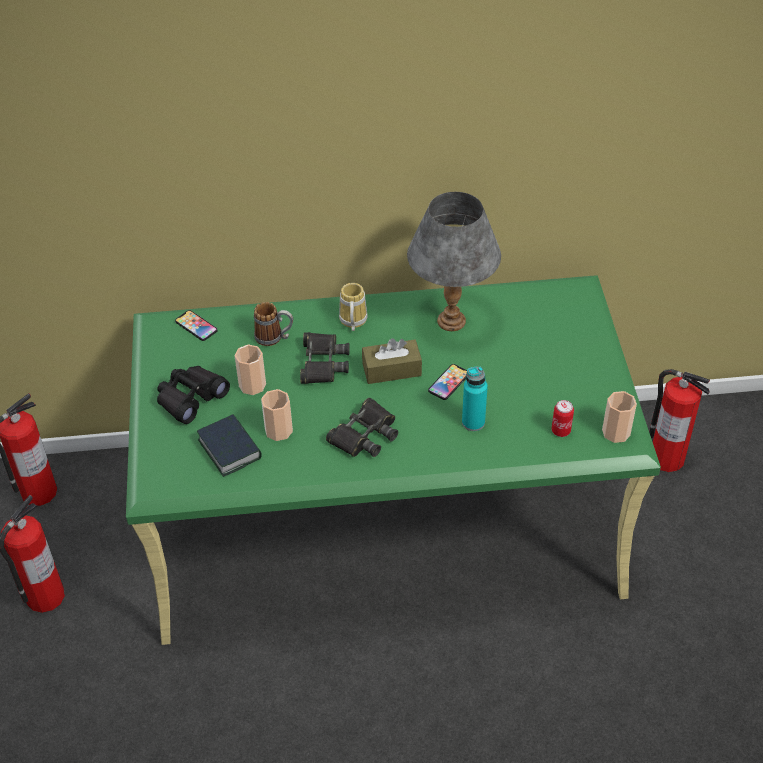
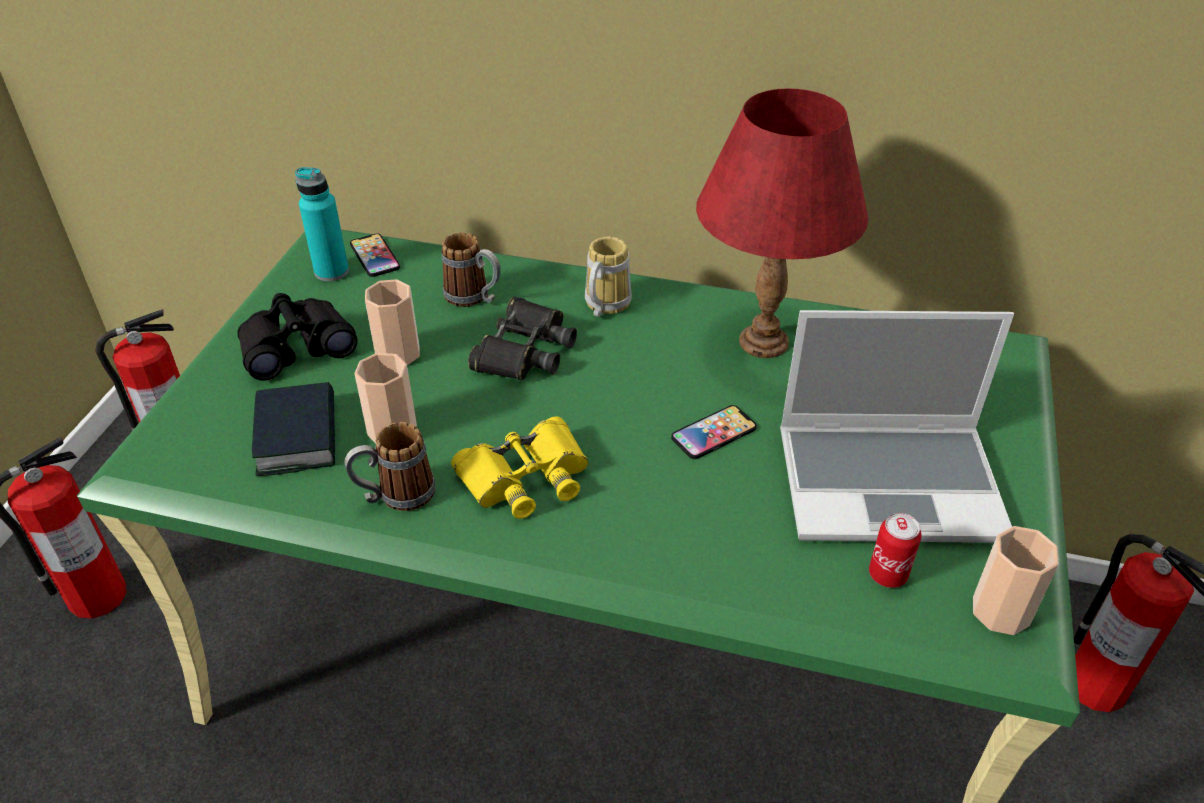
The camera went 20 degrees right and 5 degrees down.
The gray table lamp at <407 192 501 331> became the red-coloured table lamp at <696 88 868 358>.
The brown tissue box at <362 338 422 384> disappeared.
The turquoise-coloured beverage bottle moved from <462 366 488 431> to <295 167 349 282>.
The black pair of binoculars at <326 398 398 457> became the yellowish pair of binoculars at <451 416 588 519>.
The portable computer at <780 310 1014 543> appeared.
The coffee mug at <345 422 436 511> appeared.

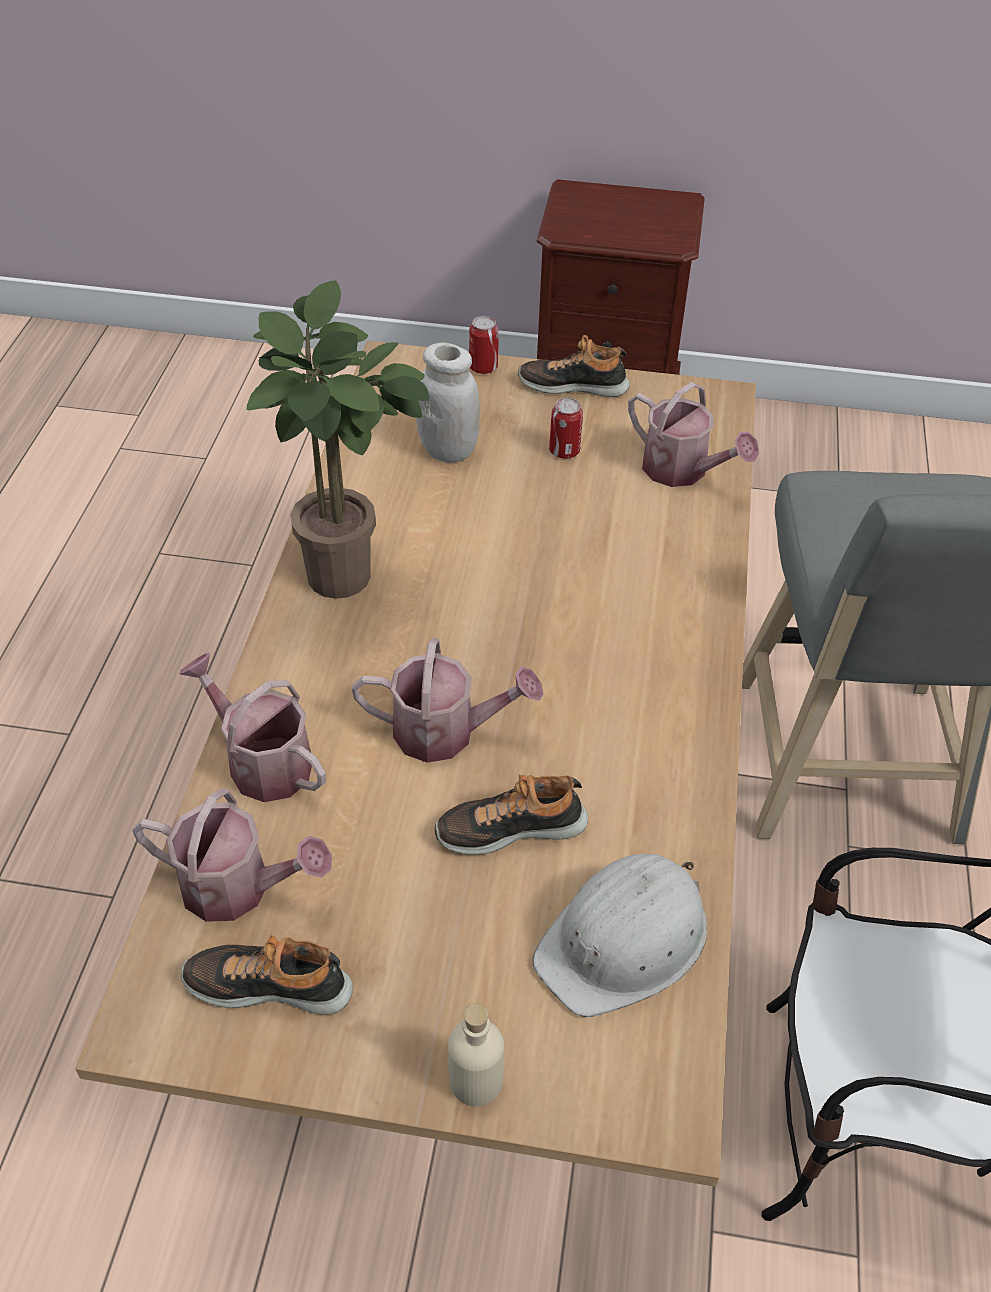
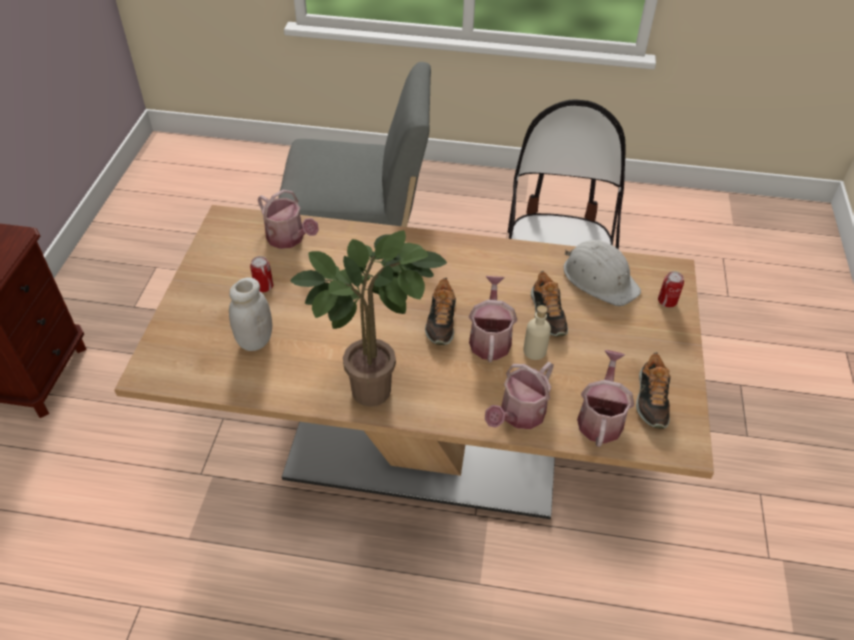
The camera went 90 degrees left and 0 degrees up.
The can moved from <469 316 499 374> to <658 271 684 307>.
The item of footwear moved from <518 335 630 397> to <425 278 456 345>.
The watering pot at <628 382 759 487> turned 90 degrees clockwise.
The sand-coloured beverage bottle moved from <448 1003 504 1106> to <523 305 551 360>.

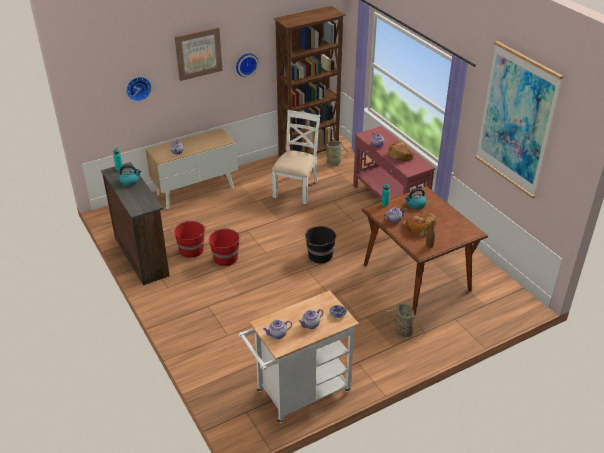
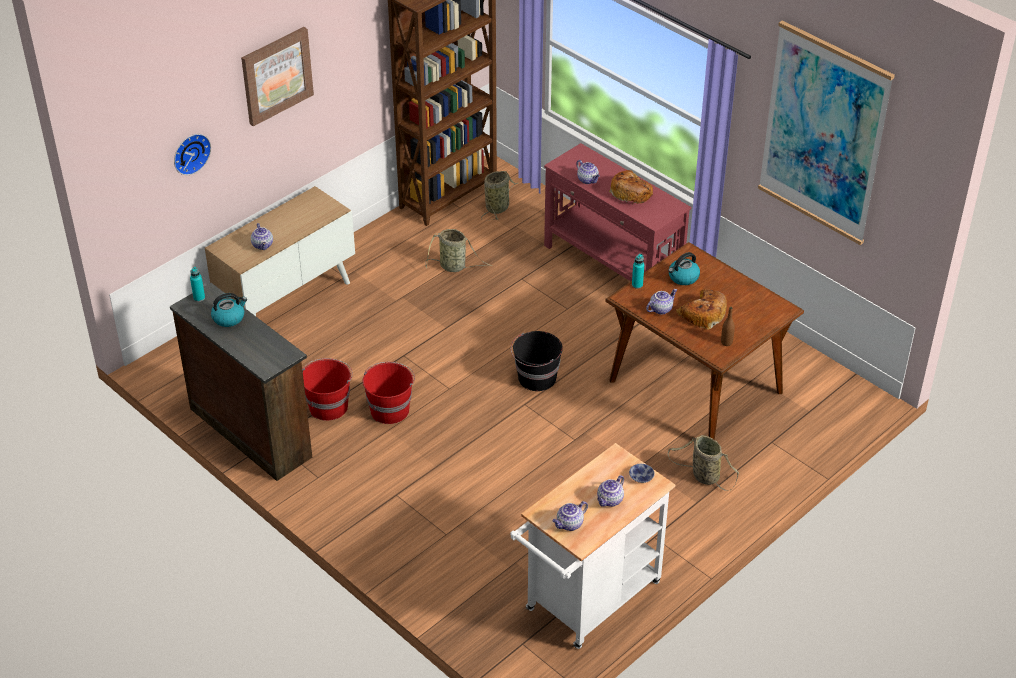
The camera went 15 degrees left and 5 degrees up.
The clock on the wall at <236 53 259 77> disappeared.
The white plain chair at <272 110 320 204> was replaced by the household basket at <425 229 492 272>.

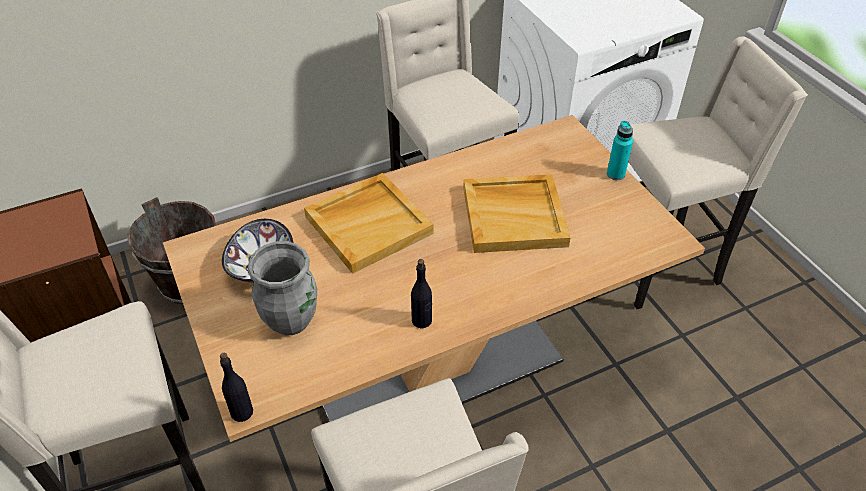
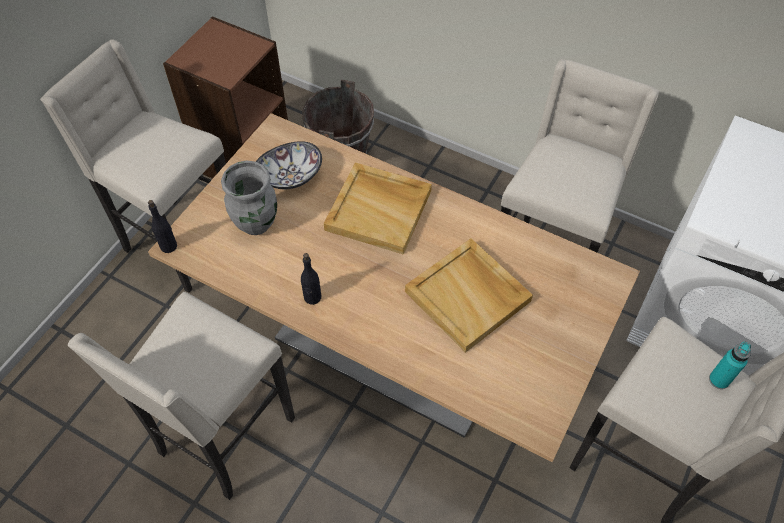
The camera went 55 degrees right and 10 degrees up.
The turquoise-coloured beverage bottle moved from <607 121 633 180> to <709 342 751 389>.

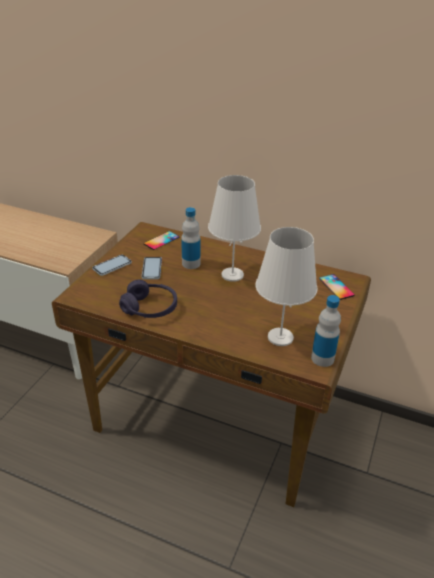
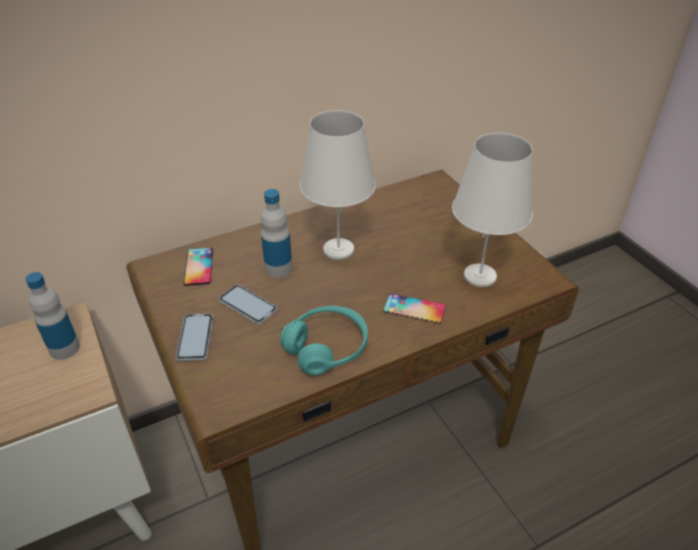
The camera went 50 degrees left and 5 degrees up.
The phone moved from <319 274 355 300> to <383 293 446 324>.
The purple-coloured headphones at <119 280 177 318> became the turquoise-coloured headphones at <280 306 368 375>.
The beverage bottle moved from <311 295 341 367> to <25 272 80 360>.

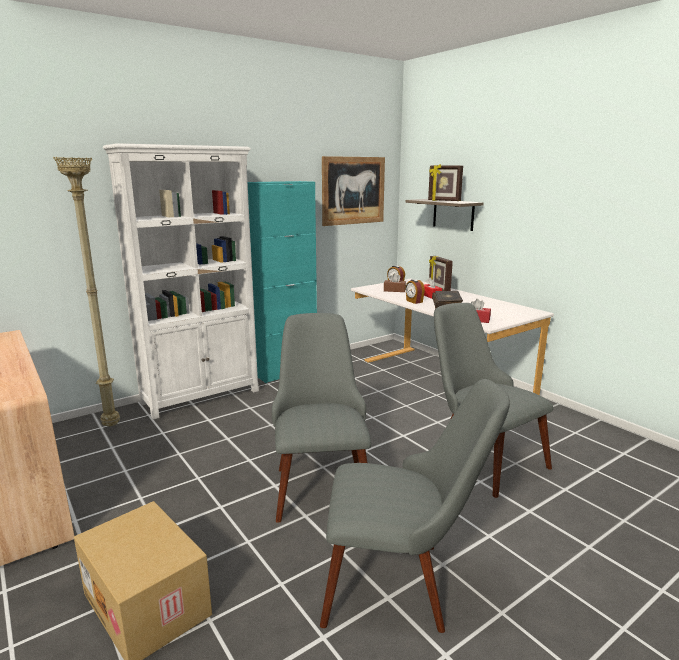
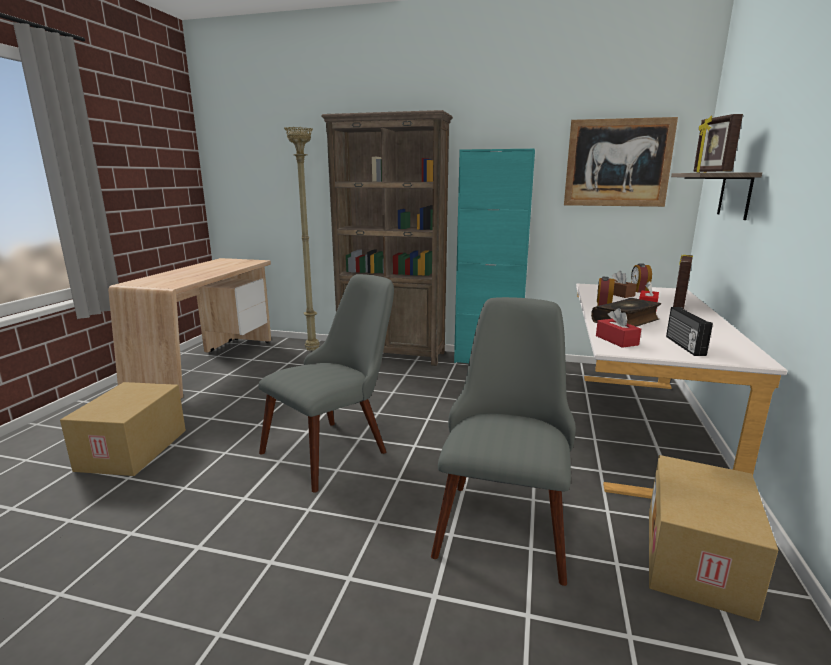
The camera went 50 degrees right and 0 degrees up.
The white shelving unit at <103 143 259 419> became the brown shelving unit at <321 110 453 366>.
The gray plain chair at <320 379 510 633> disappeared.
The radio at <666 307 713 356> appeared.
The cardboard box at <649 455 778 621> appeared.

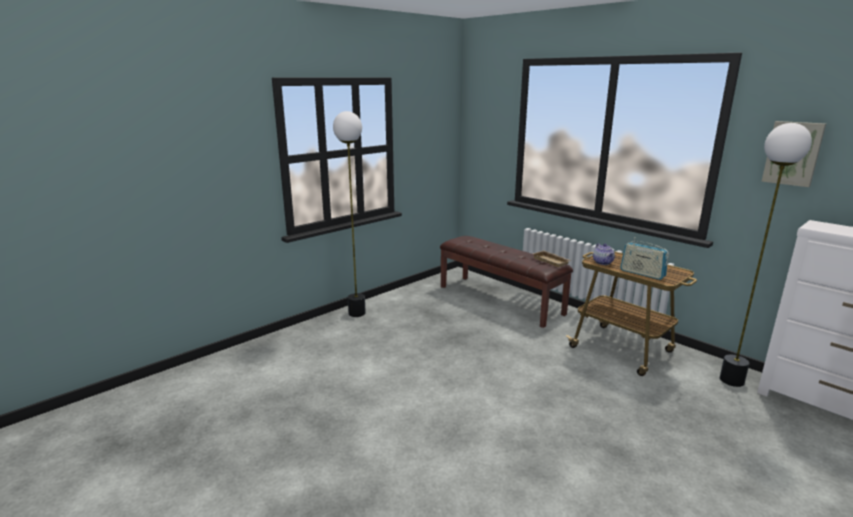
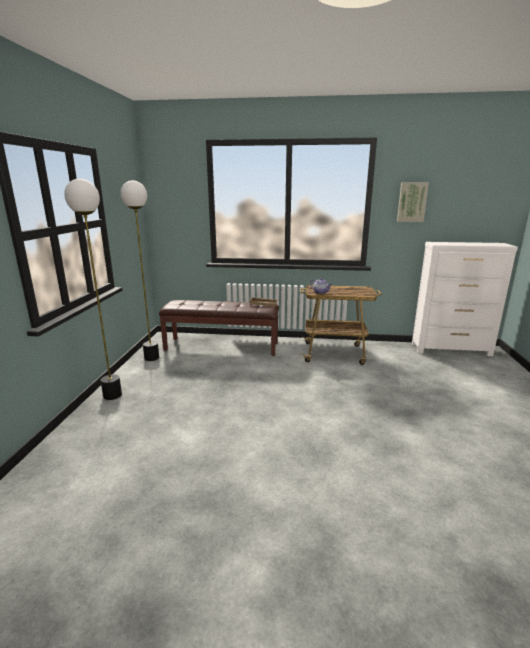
The camera went 40 degrees left and 0 degrees up.
The floor lamp moved from <720 123 812 387> to <121 180 159 361>.
The radio at <620 237 669 280> disappeared.

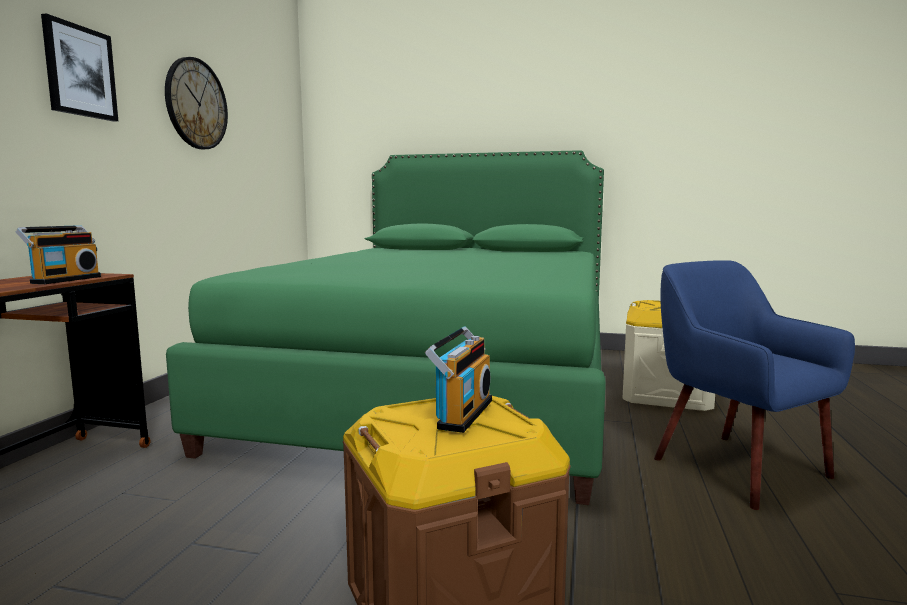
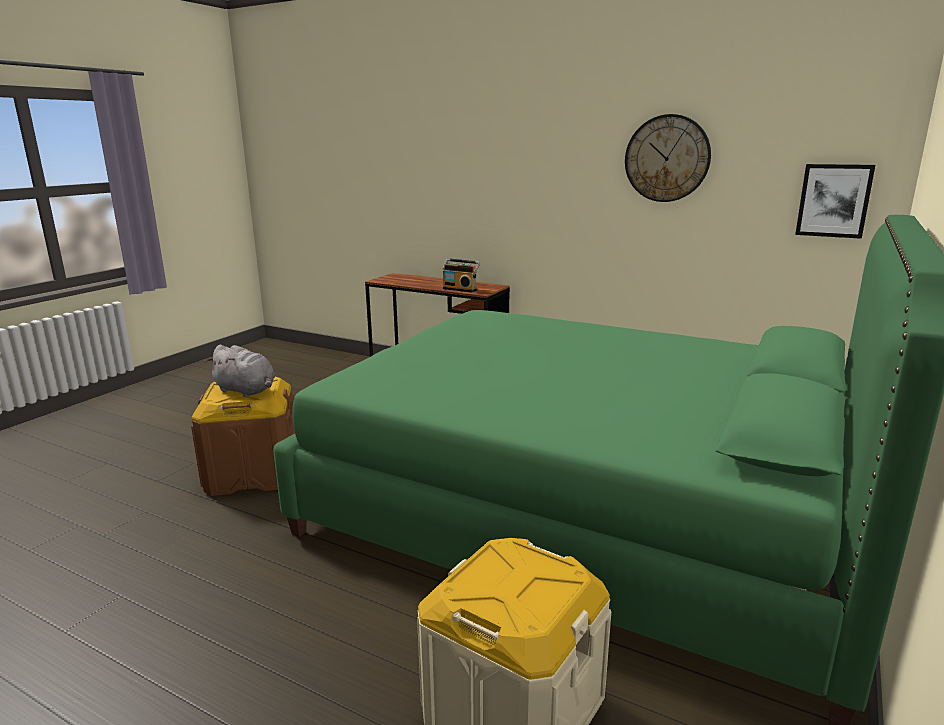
The camera went 105 degrees right and 10 degrees up.
The picture moved from <41 13 118 122> to <795 164 875 239>.
The blue armchair at <654 260 855 510> disappeared.
The radio at <425 326 492 433> was replaced by the gray soft toy at <206 345 275 397>.

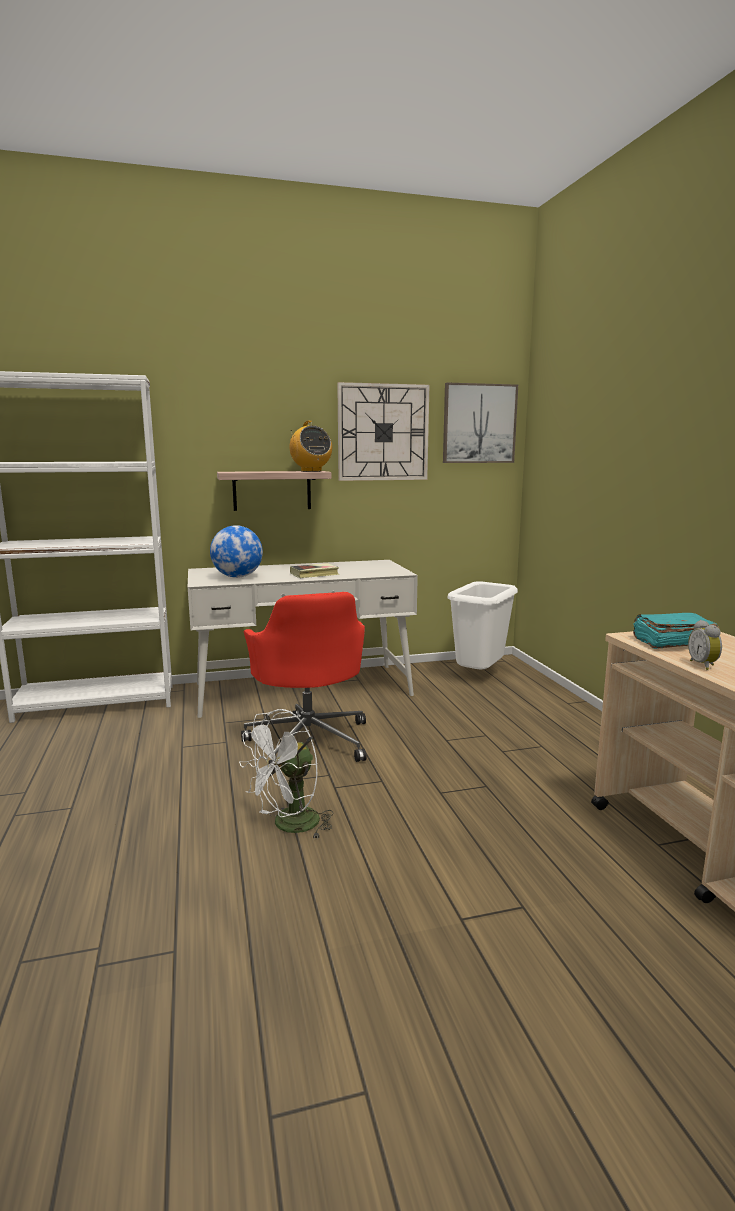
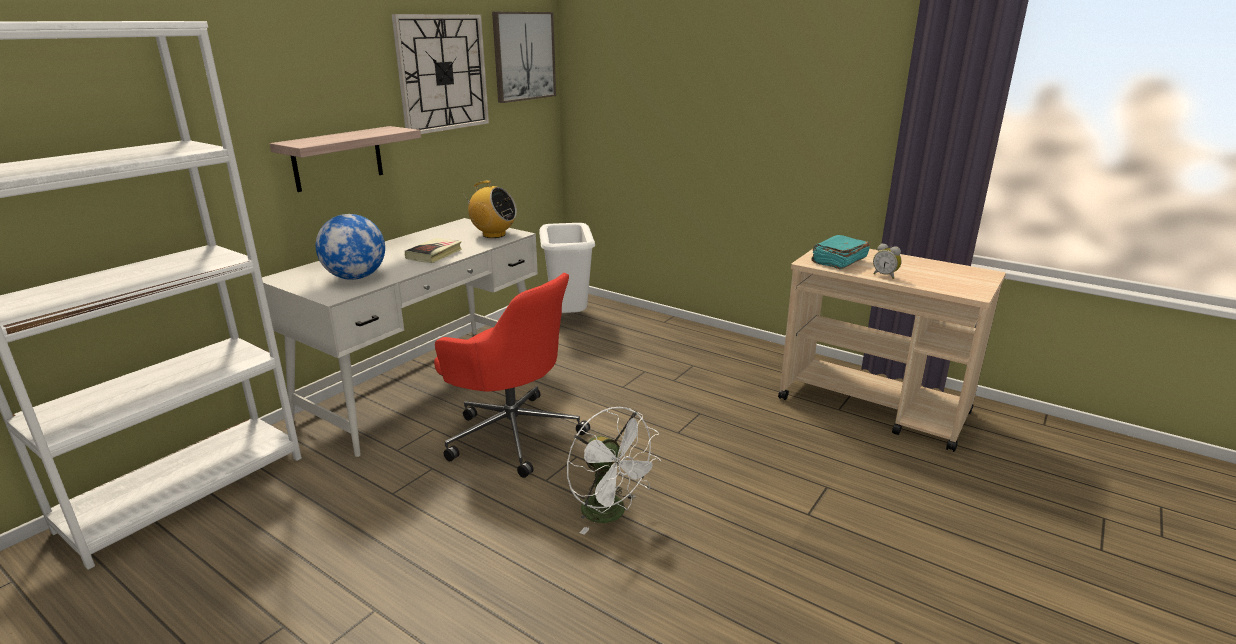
The camera went 40 degrees left and 10 degrees up.
The radio moved from <289 421 332 472> to <463 181 517 238>.
The white fan at <239 709 334 840> turned 45 degrees counterclockwise.

